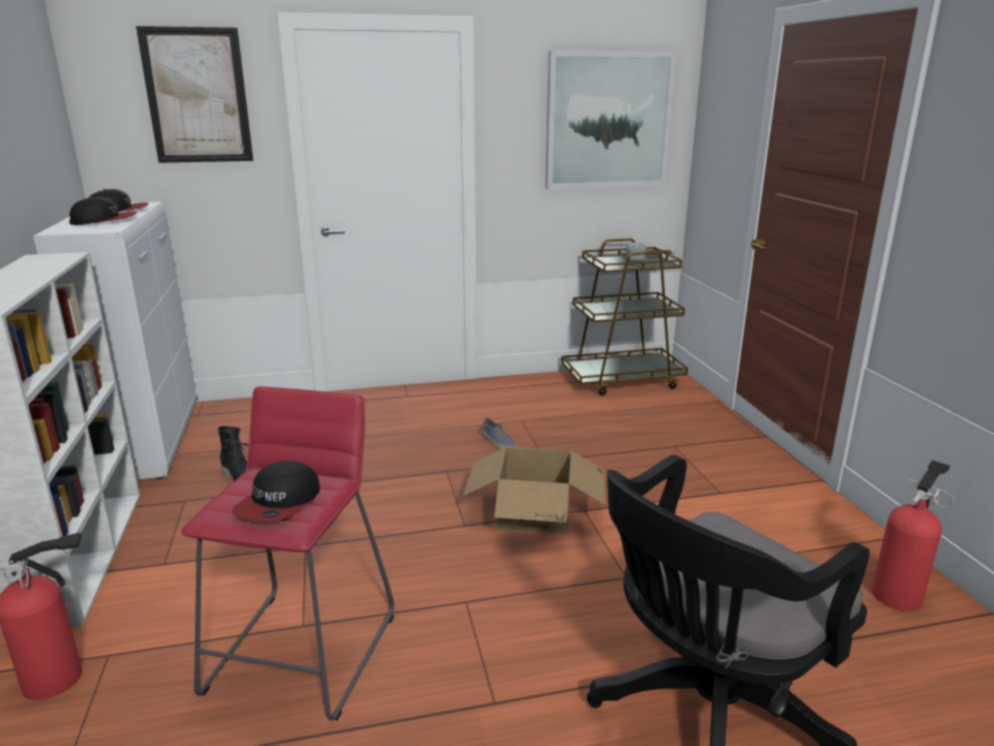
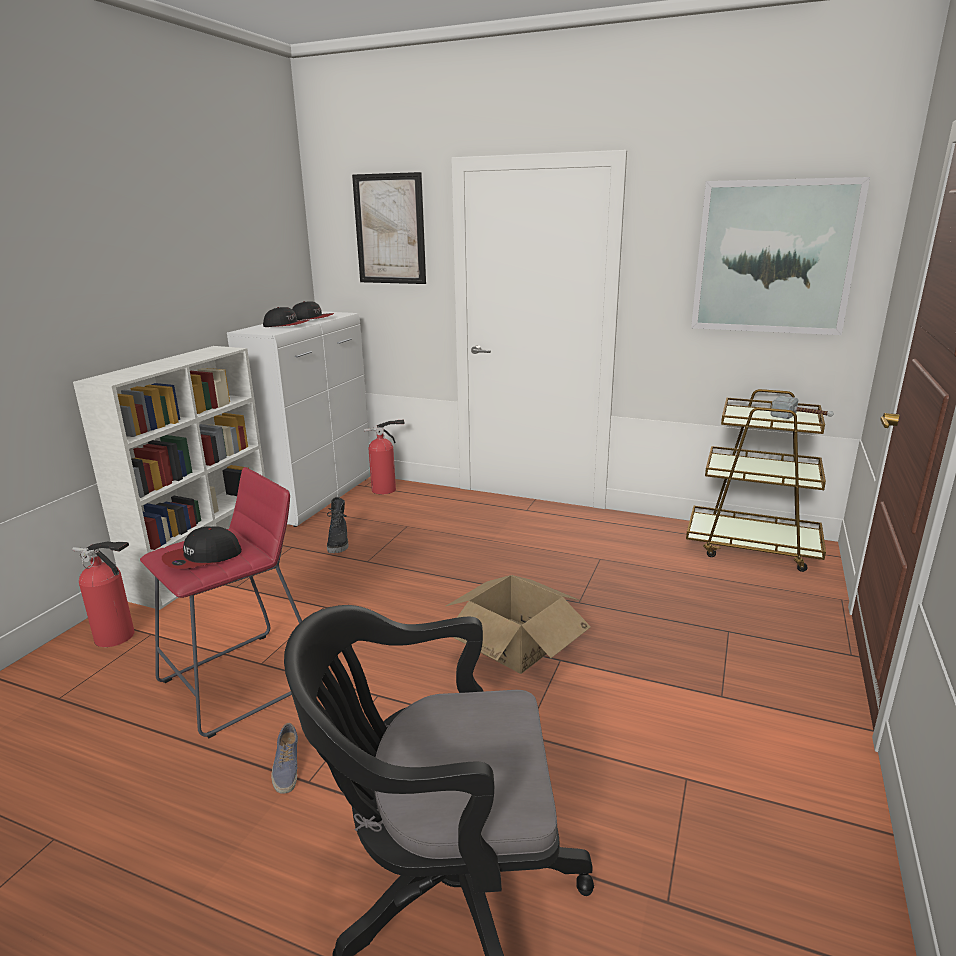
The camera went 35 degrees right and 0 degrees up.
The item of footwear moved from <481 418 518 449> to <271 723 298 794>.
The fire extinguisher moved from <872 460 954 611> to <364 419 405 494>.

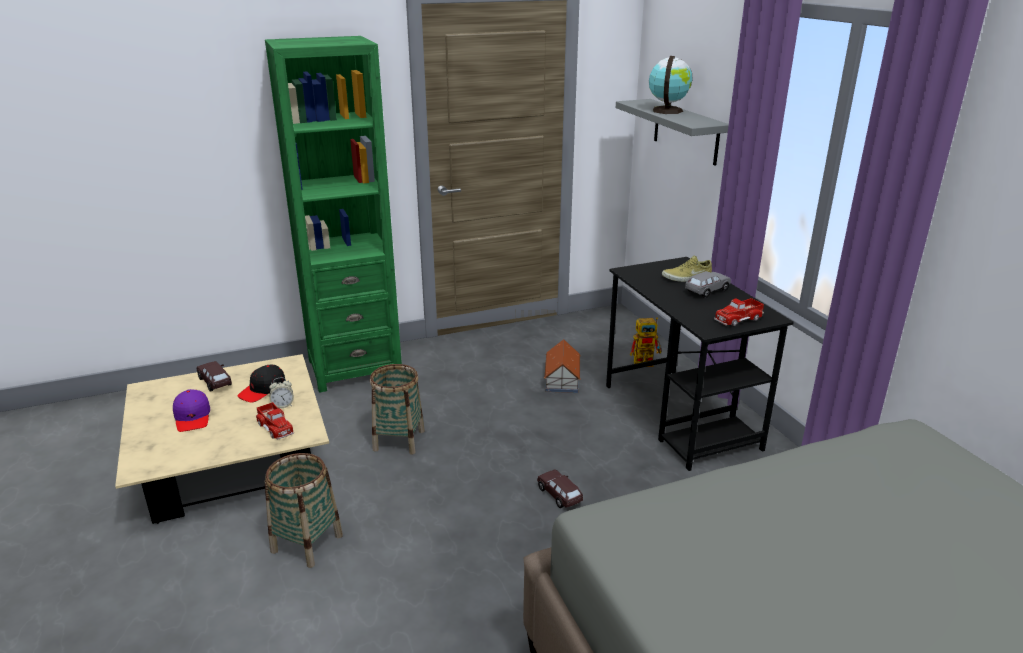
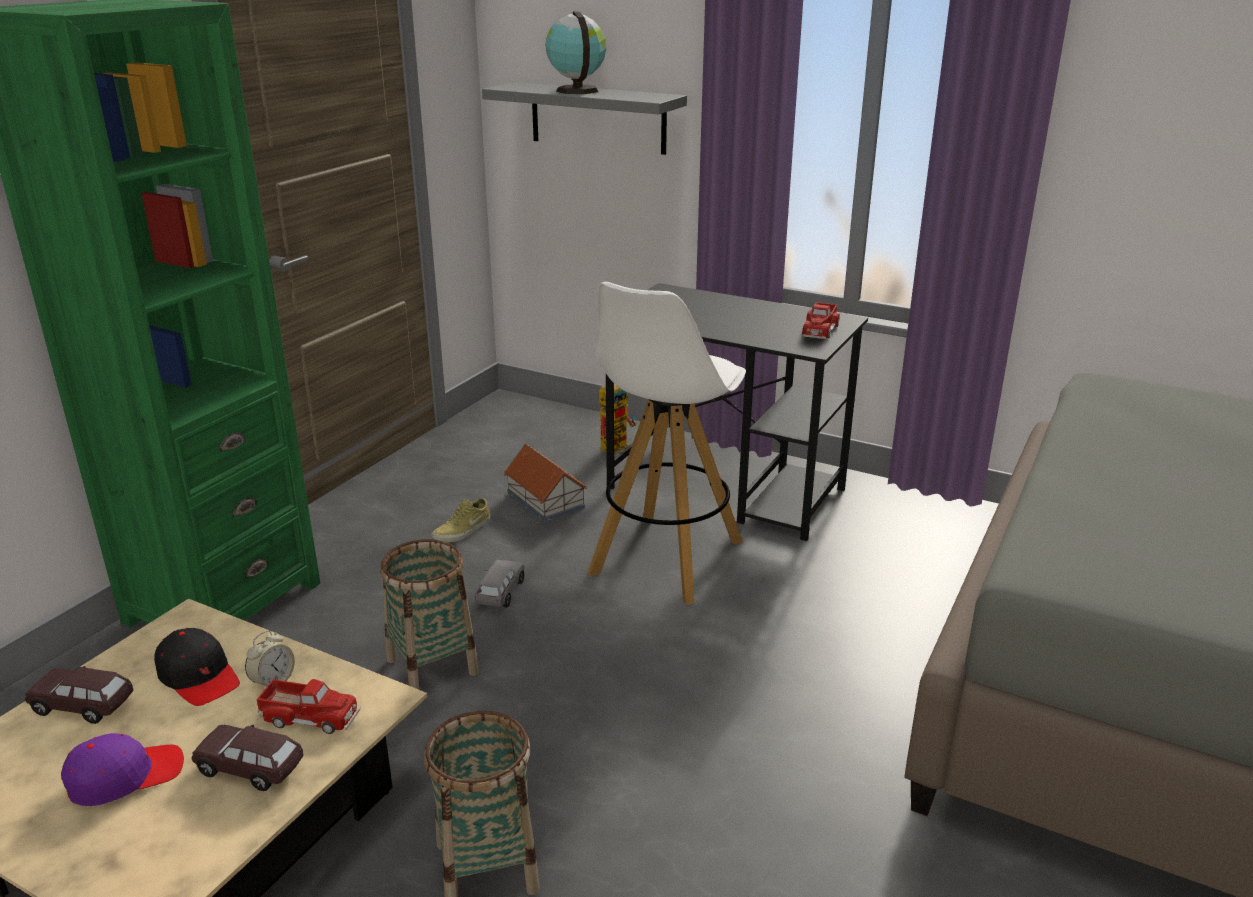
The camera went 40 degrees left and 0 degrees up.
The sand-coloured item of footwear moved from <662 256 712 282> to <432 498 490 542>.
The gray model car moved from <685 271 731 298> to <475 560 525 608>.
The black baseball cap at <237 365 285 403> turned 45 degrees counterclockwise.
The purple-coloured baseball cap at <173 389 210 432> turned 60 degrees counterclockwise.
The brown model car moved from <537 469 583 508> to <192 725 304 791>.
The white sitting stool at <588 282 746 605> appeared.

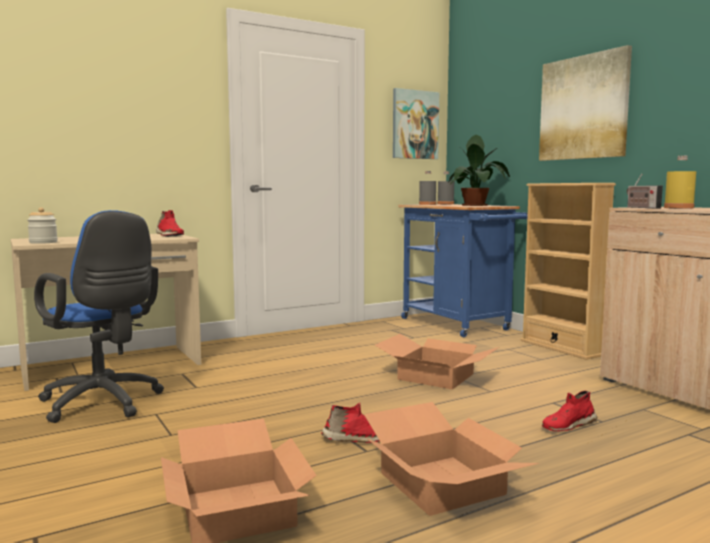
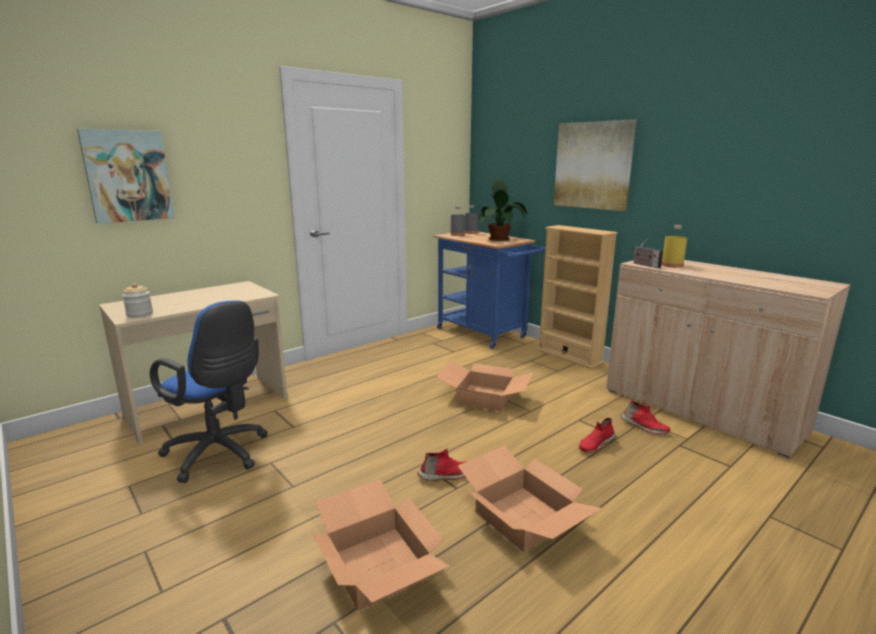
The camera went 10 degrees left and 10 degrees up.
The picture moved from <393 88 439 159> to <77 129 175 224>.
The red-coloured item of footwear moved from <156 210 184 237> to <621 400 670 434>.

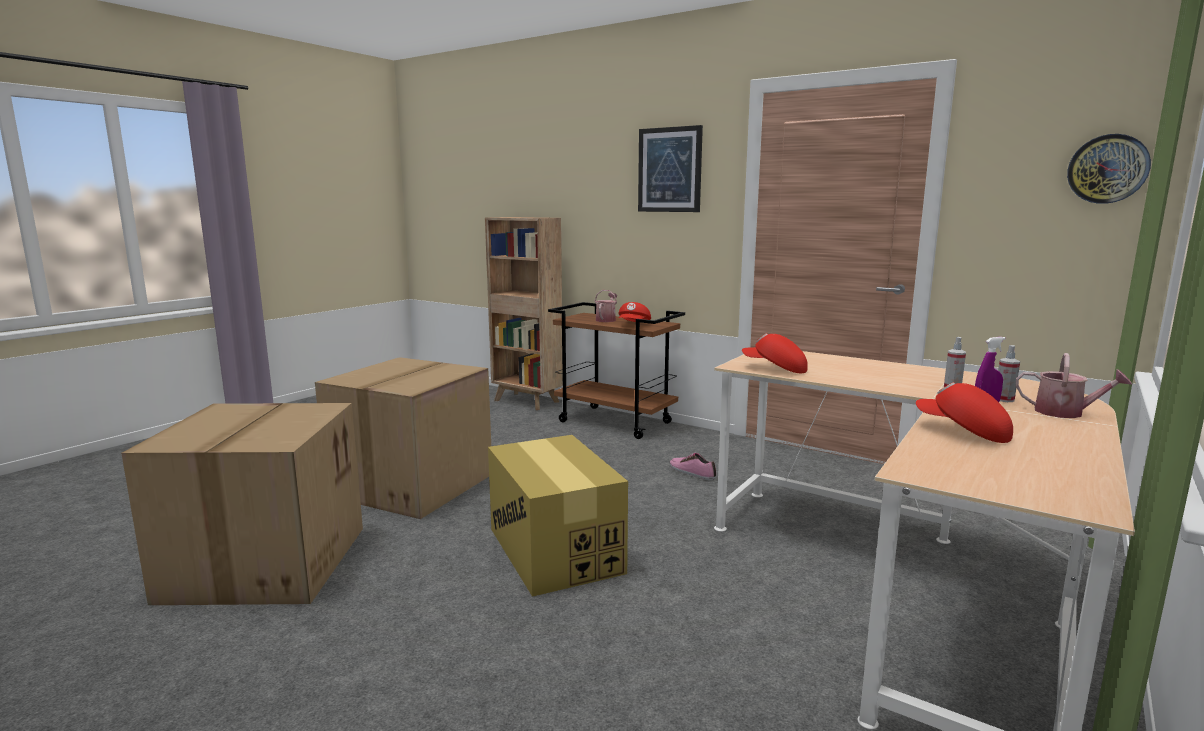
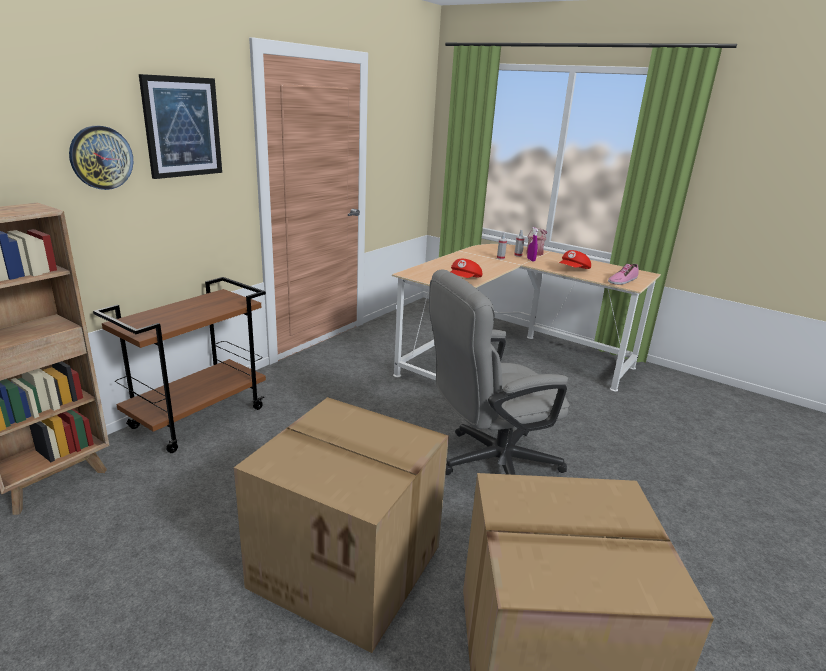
The camera went 90 degrees left and 10 degrees up.
The clock on the wall moved from <1067 134 1151 204> to <69 126 133 190>.
The watering pot at <594 290 617 322> disappeared.
The red-coloured baseball cap at <618 302 651 322> disappeared.
The cardboard box at <488 435 628 597> was replaced by the gray office chair at <429 270 570 475>.
The item of footwear moved from <670 453 717 480> to <608 264 639 285>.

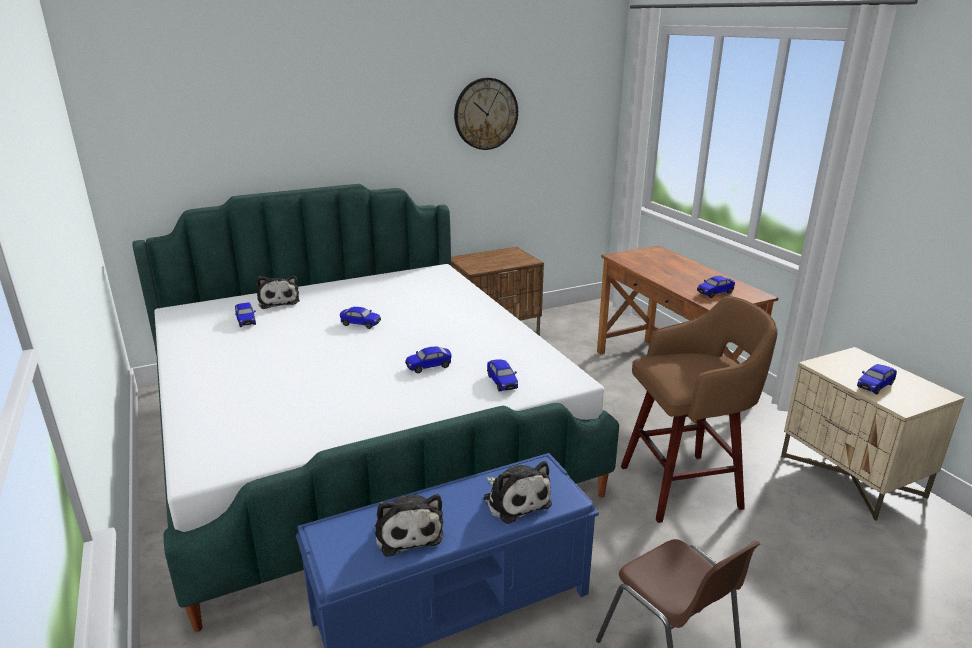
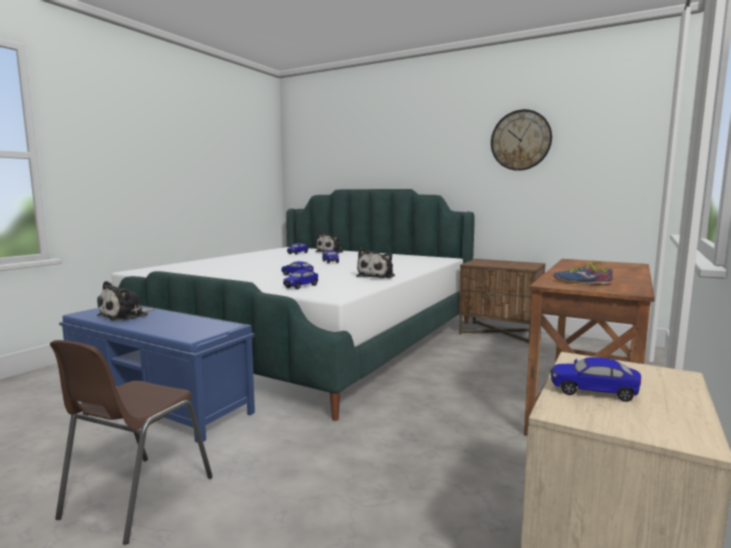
The camera went 55 degrees right and 15 degrees down.
The model car at <697 276 735 298> was replaced by the item of footwear at <553 262 613 285>.
The brown sitting stool at <621 296 777 523> disappeared.
The soft toy moved from <483 461 552 524> to <356 248 395 279>.

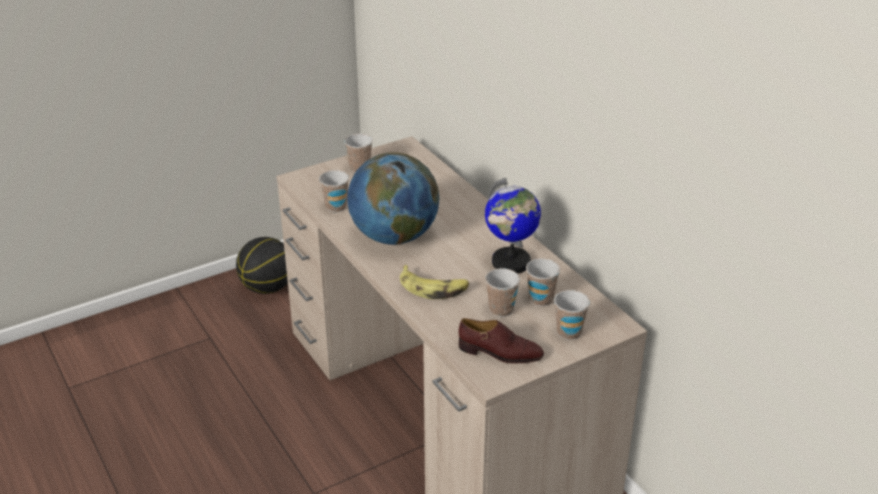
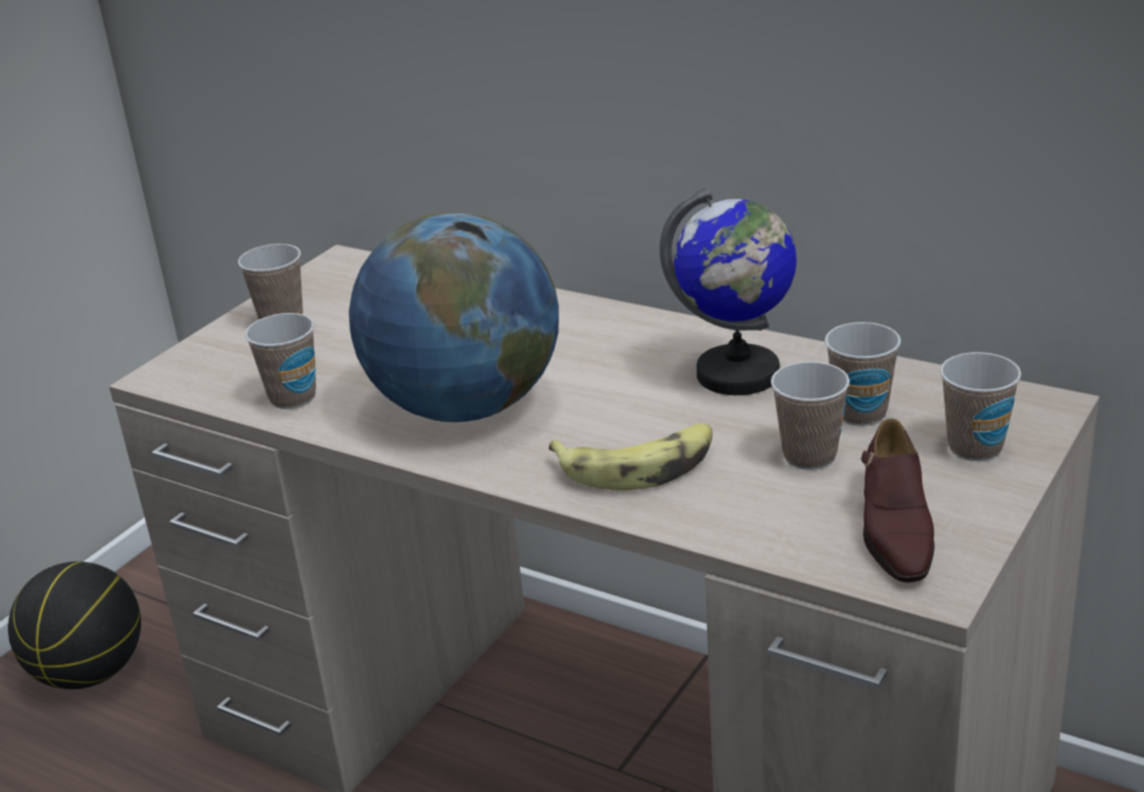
The camera went 25 degrees left and 5 degrees down.
The brown item of footwear at <458 318 544 363> turned 105 degrees clockwise.

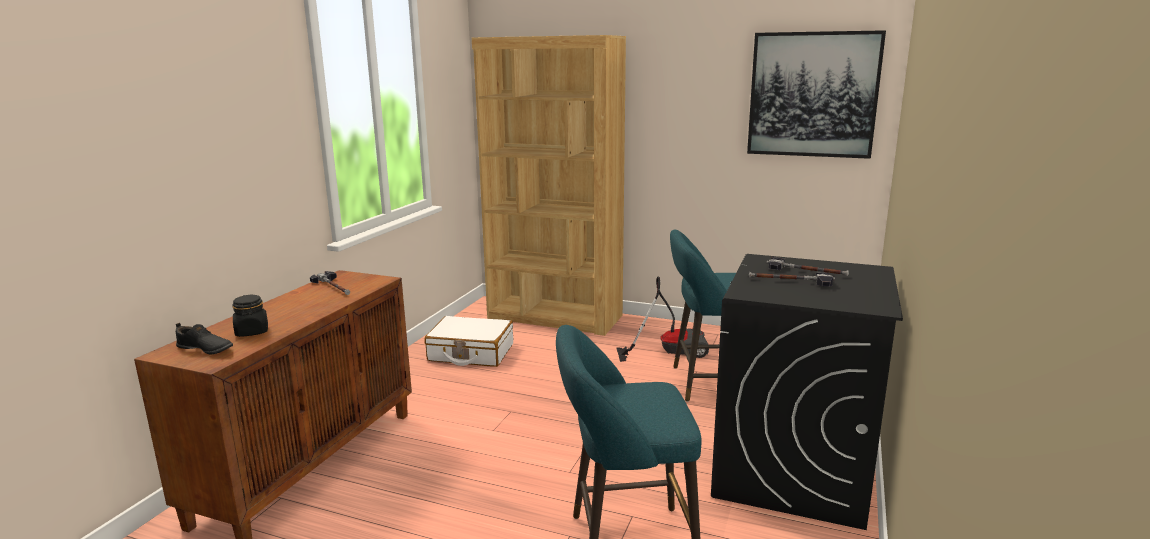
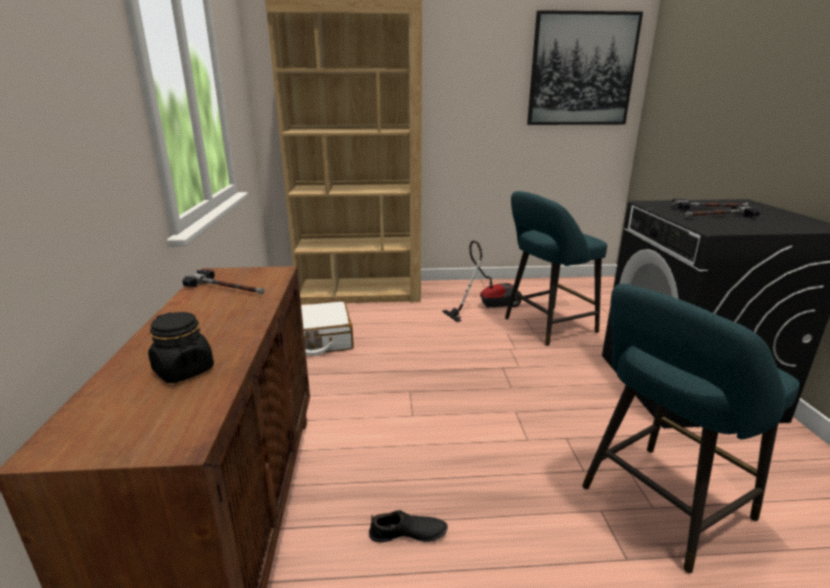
The camera went 25 degrees left and 5 degrees up.
The black item of footwear moved from <176 323 233 355> to <369 510 448 542>.

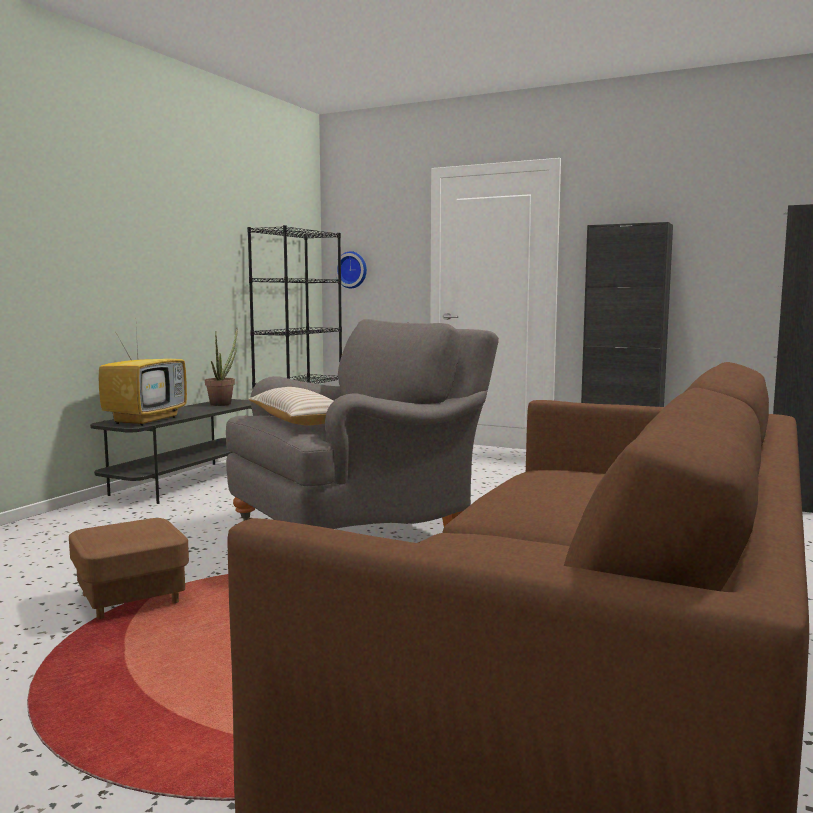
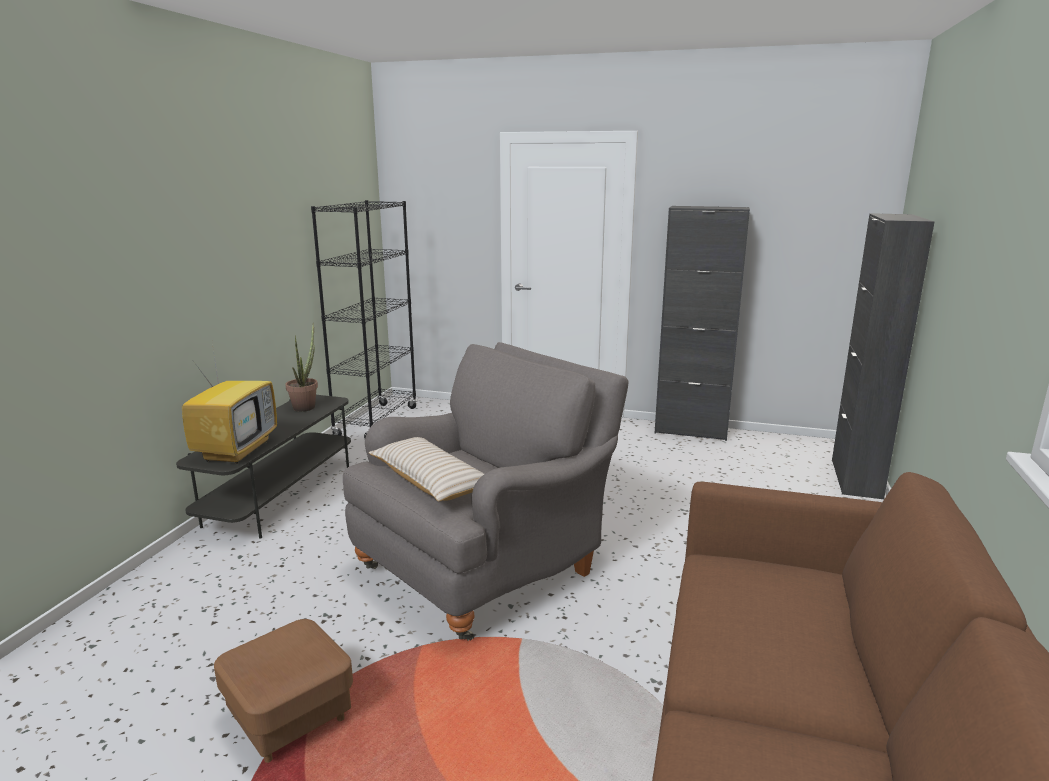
The camera went 10 degrees left and 10 degrees up.
The clock on the wall at <335 251 367 289> disappeared.

